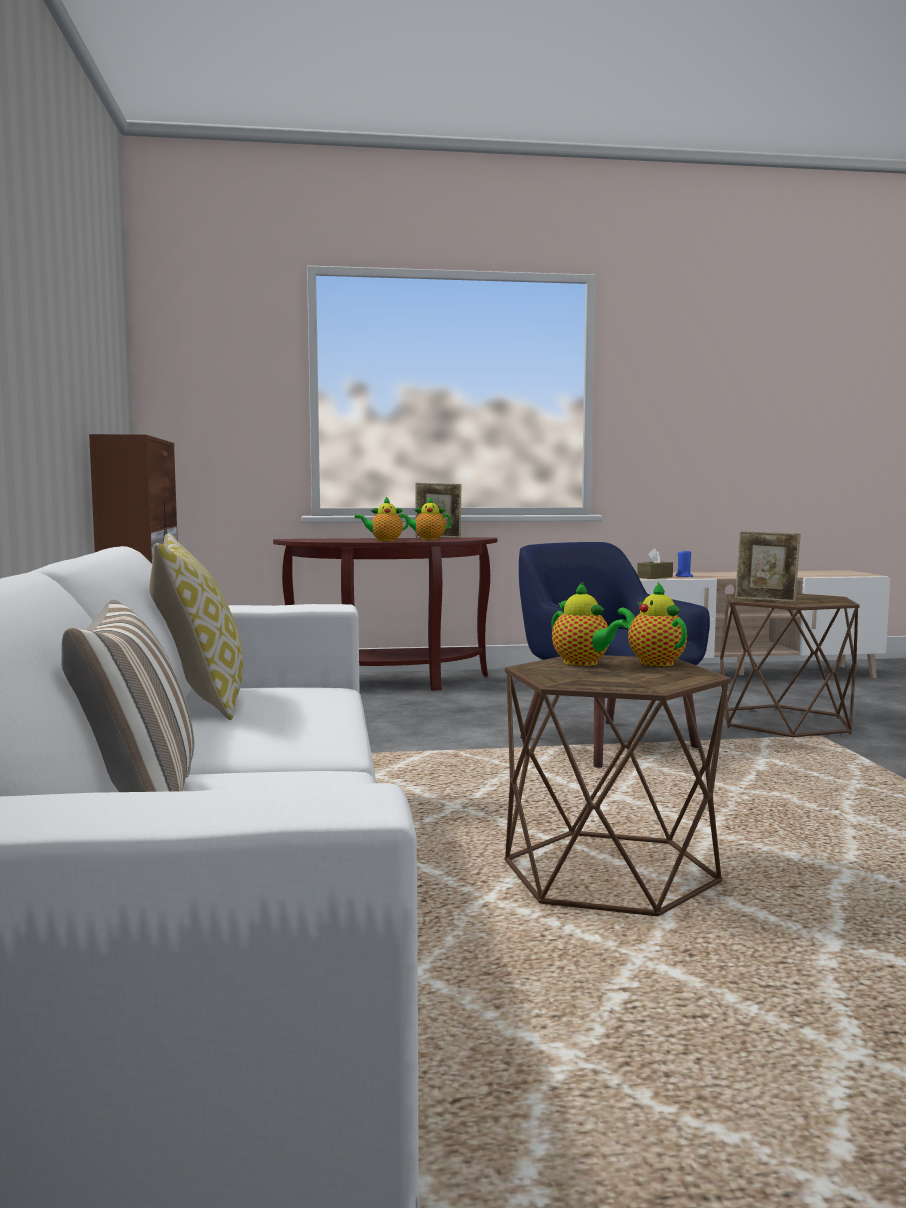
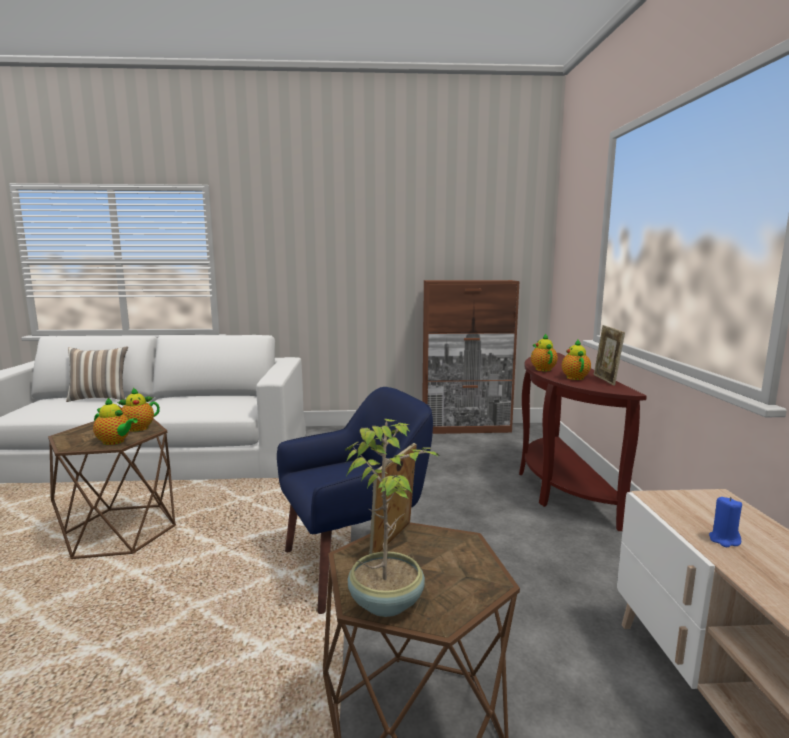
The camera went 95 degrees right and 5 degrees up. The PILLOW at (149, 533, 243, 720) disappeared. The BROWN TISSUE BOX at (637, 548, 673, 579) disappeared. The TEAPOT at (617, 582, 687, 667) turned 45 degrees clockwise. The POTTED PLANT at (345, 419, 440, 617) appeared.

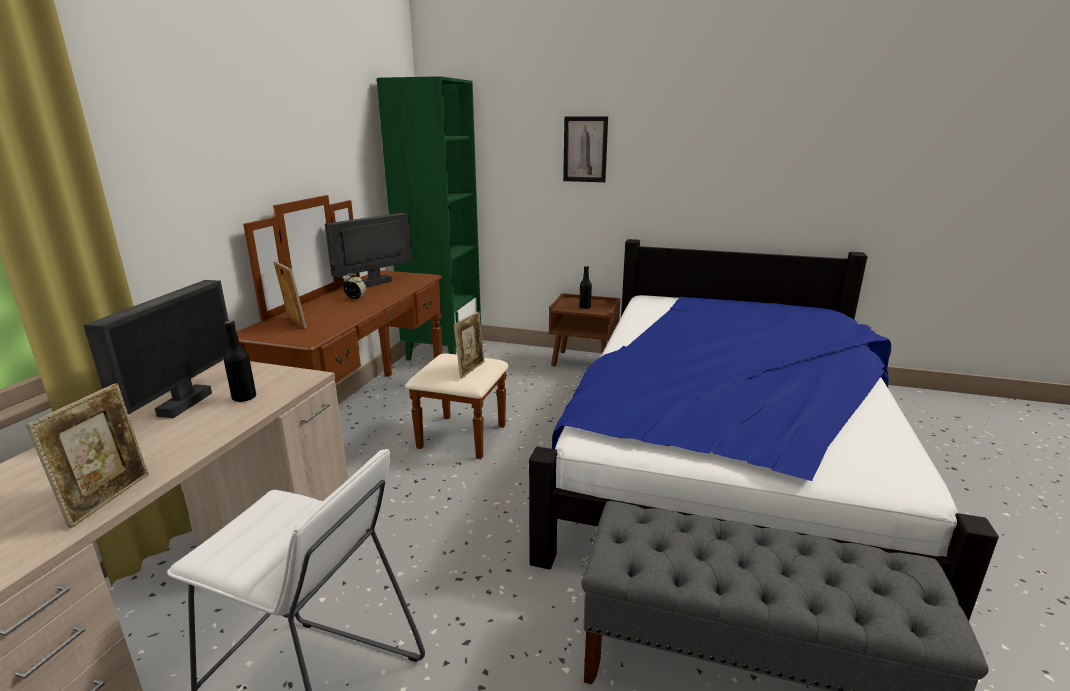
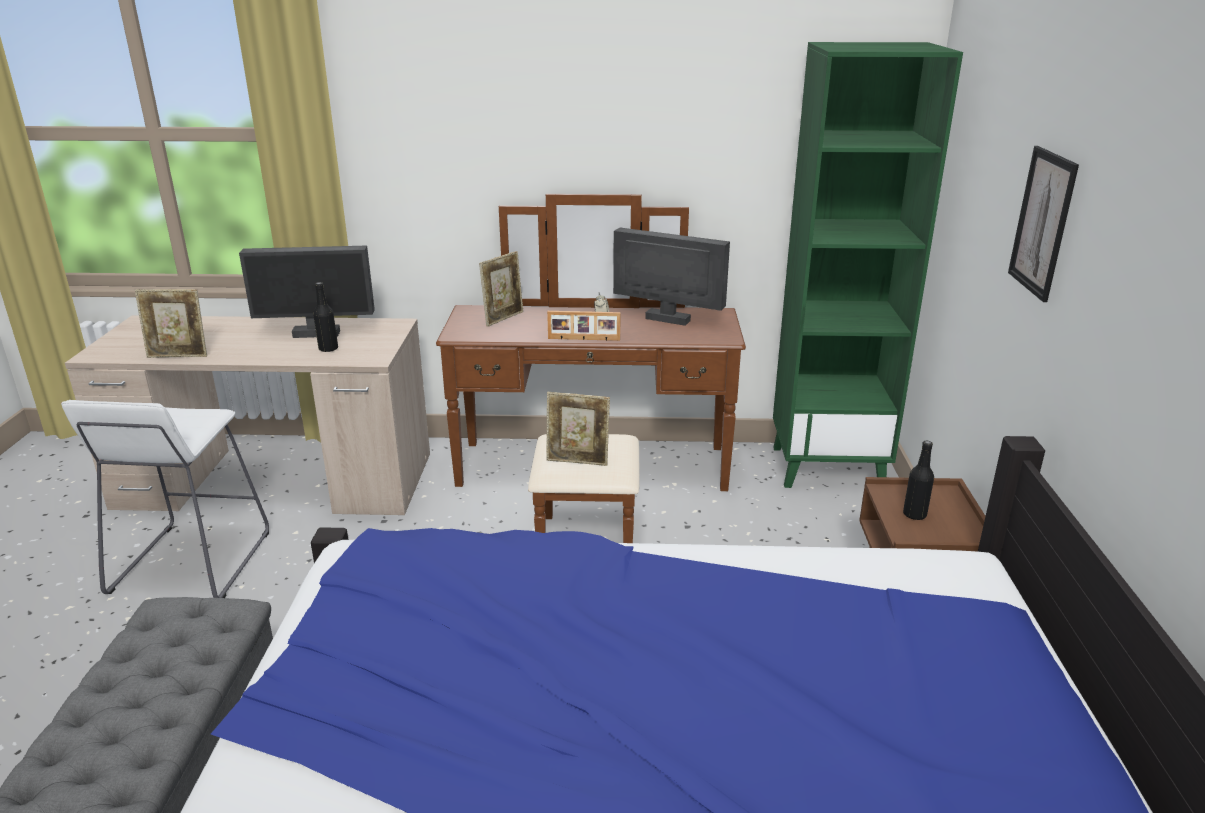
The camera went 75 degrees right and 5 degrees up. The PICTURE FRAME at (547, 311, 621, 341) appeared.

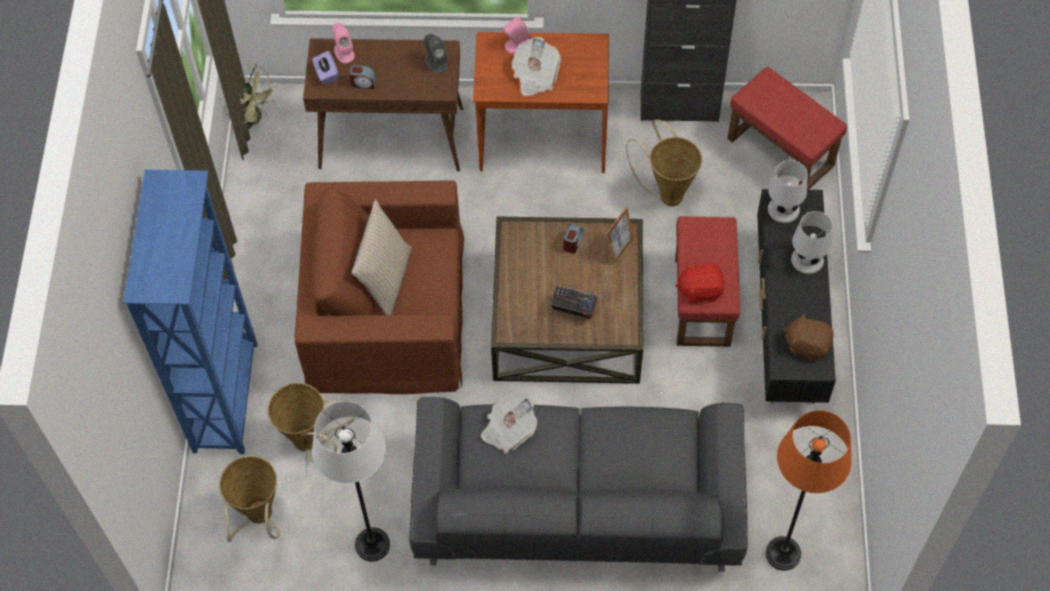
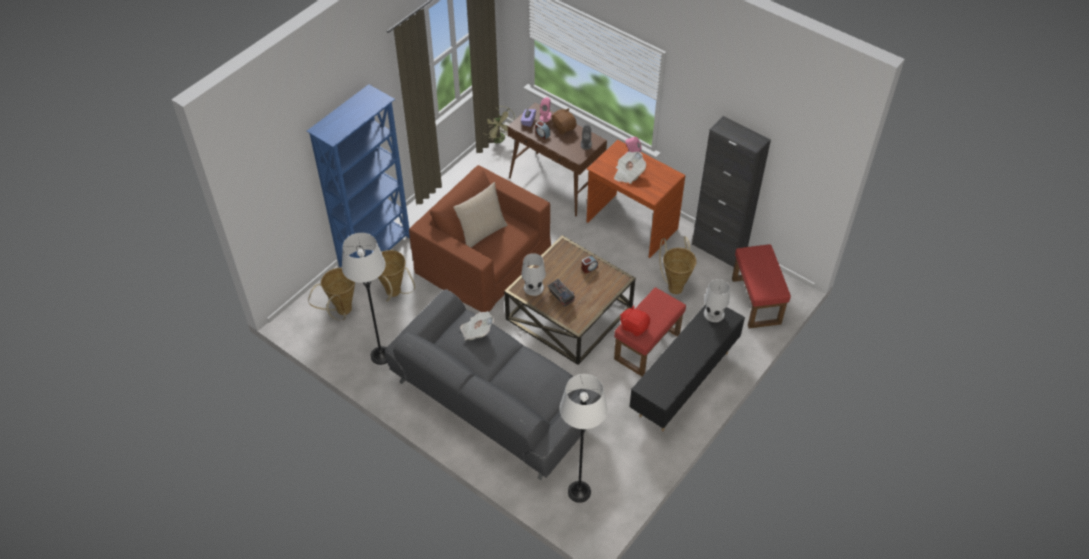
The camera went 35 degrees right and 10 degrees down. The PICTURE FRAME at (606, 207, 634, 264) disappeared. The WHITE TABLE LAMP moved from (791, 211, 833, 274) to (521, 253, 546, 296). The BROWN PLUSH TOY moved from (783, 313, 834, 361) to (551, 108, 577, 134). The ORANGE FLOOR LAMP at (766, 410, 852, 571) became the WHITE FLOOR LAMP at (559, 374, 608, 503).

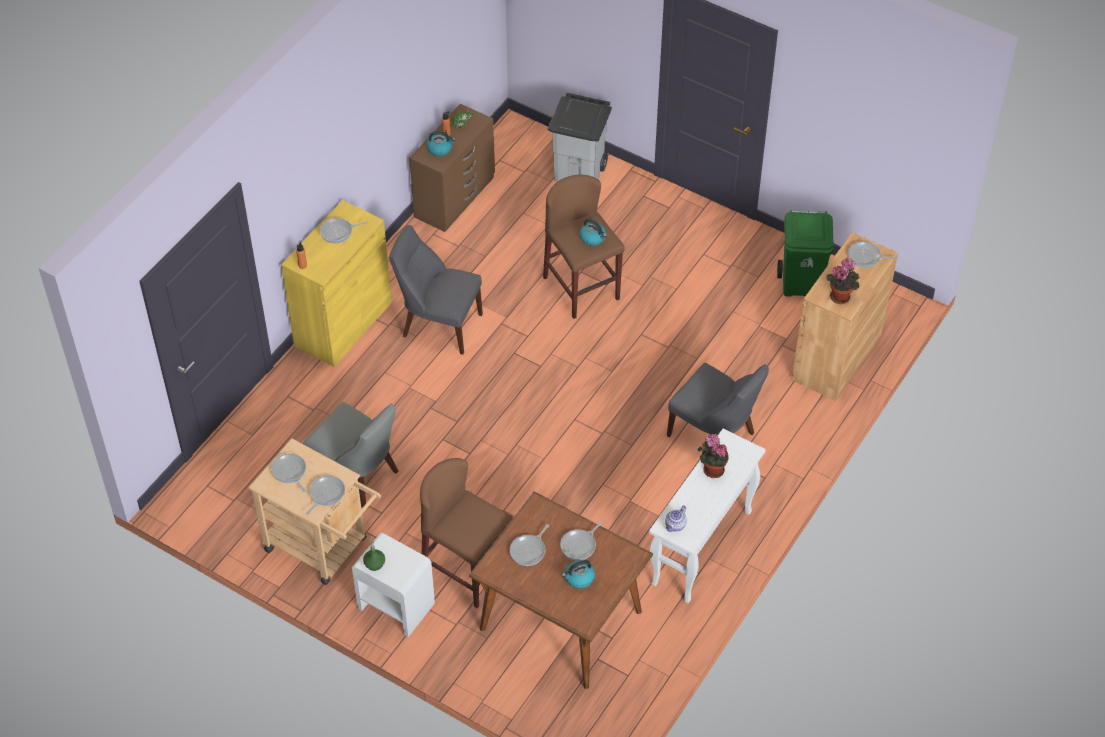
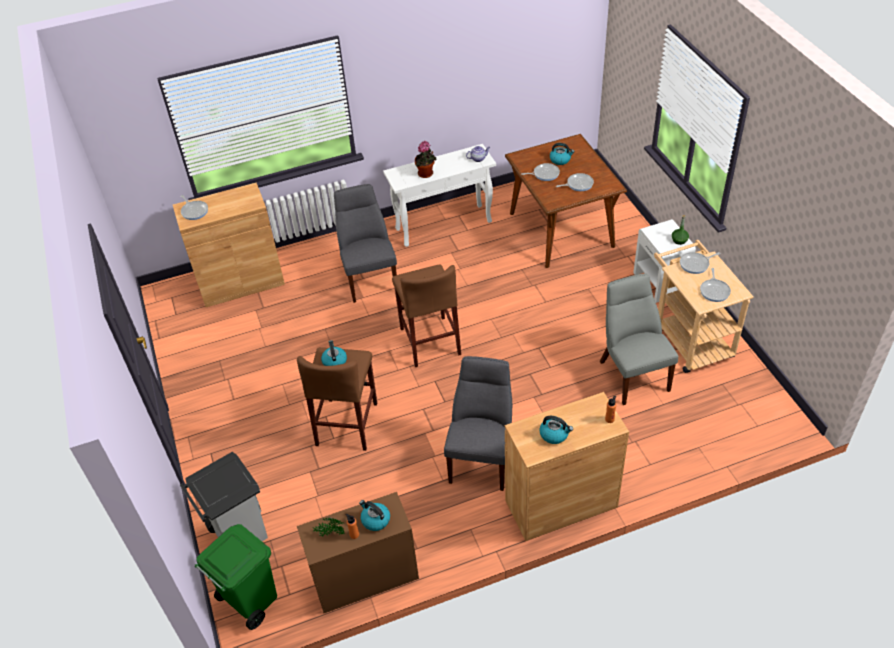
The camera went 140 degrees left and 5 degrees down. The YELLOW CABINET at (281, 200, 392, 367) became the BROWN CABINET at (505, 392, 629, 541). The GREEN TRASH CAN moved from (777, 210, 834, 297) to (194, 524, 277, 630). The FRYING PAN at (320, 218, 368, 243) was replaced by the KETTLE at (540, 416, 573, 444). The GREY CHAIR at (389, 225, 483, 355) turned 135 degrees counterclockwise. The POTTED PLANT at (826, 258, 859, 304) disappeared. The BROWN STOOL moved from (420, 458, 513, 608) to (392, 264, 461, 367).

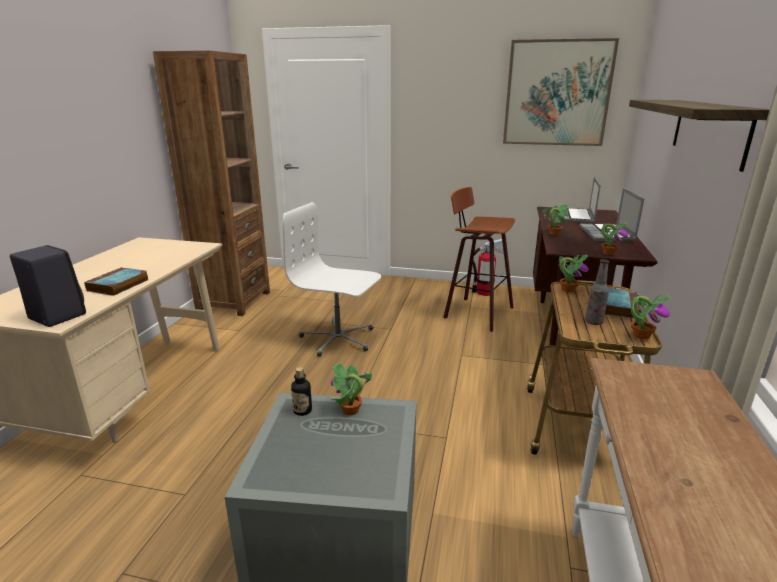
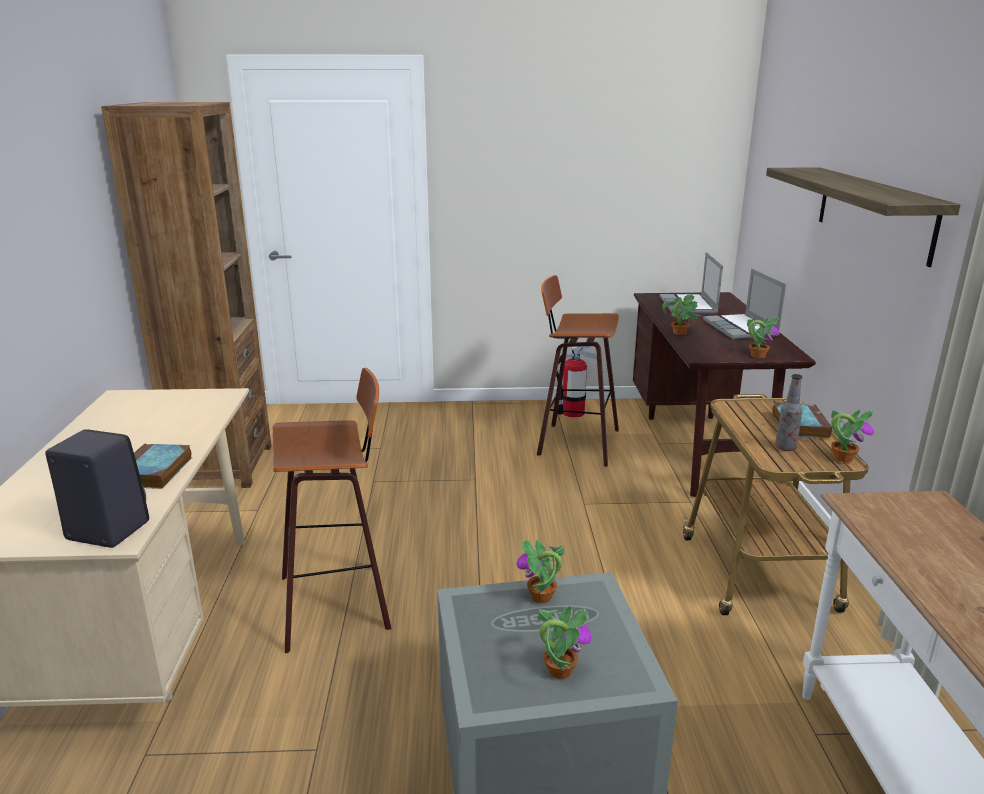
The camera went 15 degrees left and 0 degrees up. The PICTURE at (503, 38, 619, 146) disappeared. The WHITE OFFICE CHAIR at (283, 202, 381, 357) disappeared. The POTTED PLANT moved from (559, 254, 589, 292) to (538, 605, 592, 679). The BOTTLE at (291, 367, 312, 416) disappeared. The STOOL at (272, 368, 392, 653) appeared.

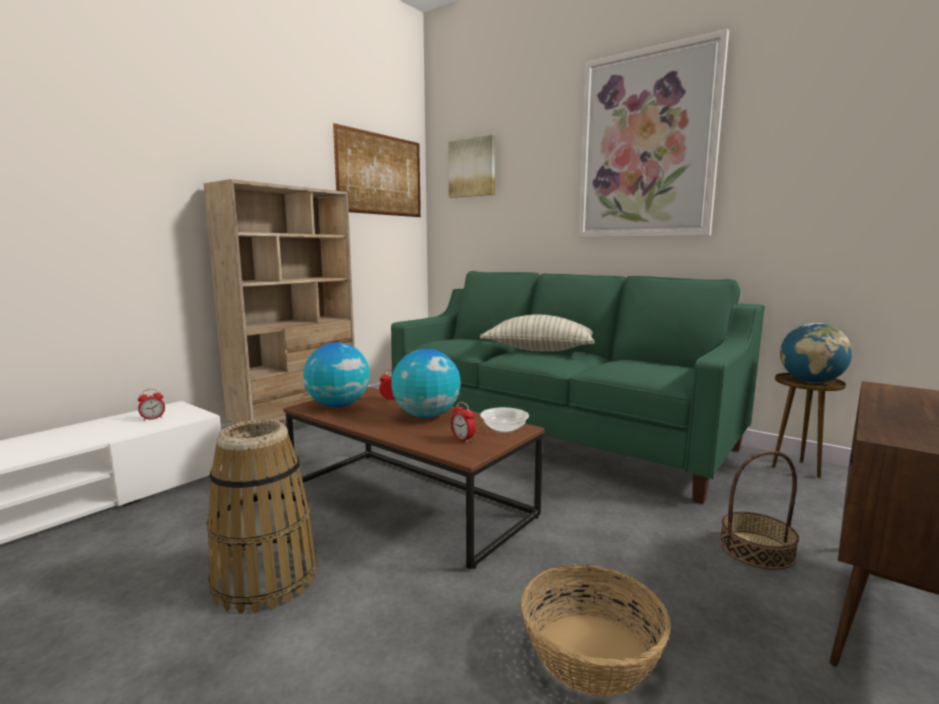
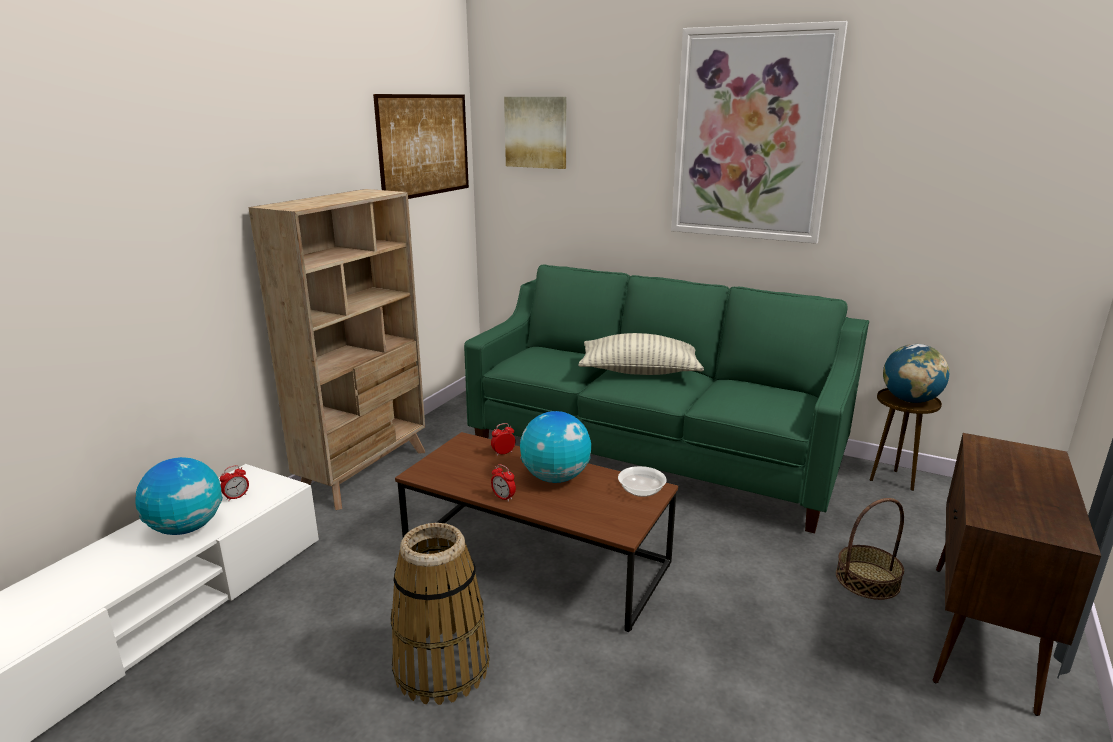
The camera went 10 degrees left and 10 degrees up. The GLOBE moved from (304, 342, 370, 407) to (135, 457, 223, 535). The ALARM CLOCK moved from (451, 402, 475, 443) to (491, 464, 516, 502). The BASKET at (521, 564, 671, 697) disappeared.

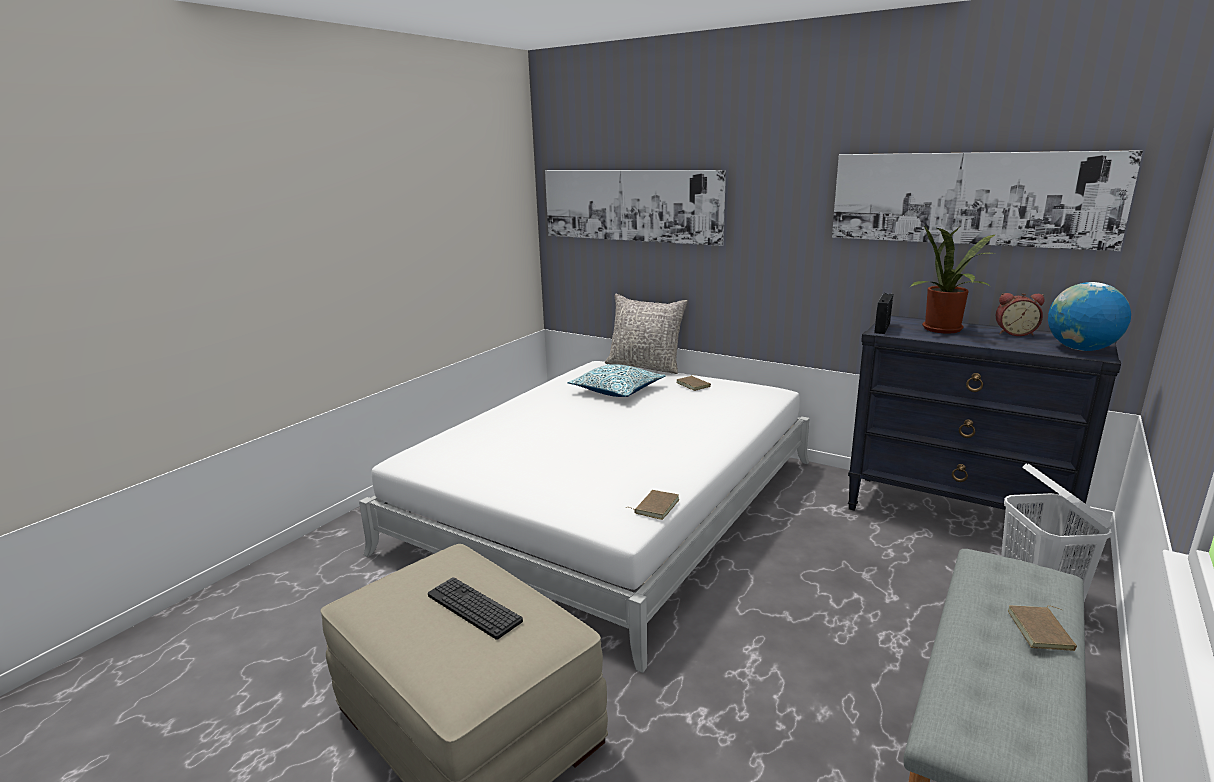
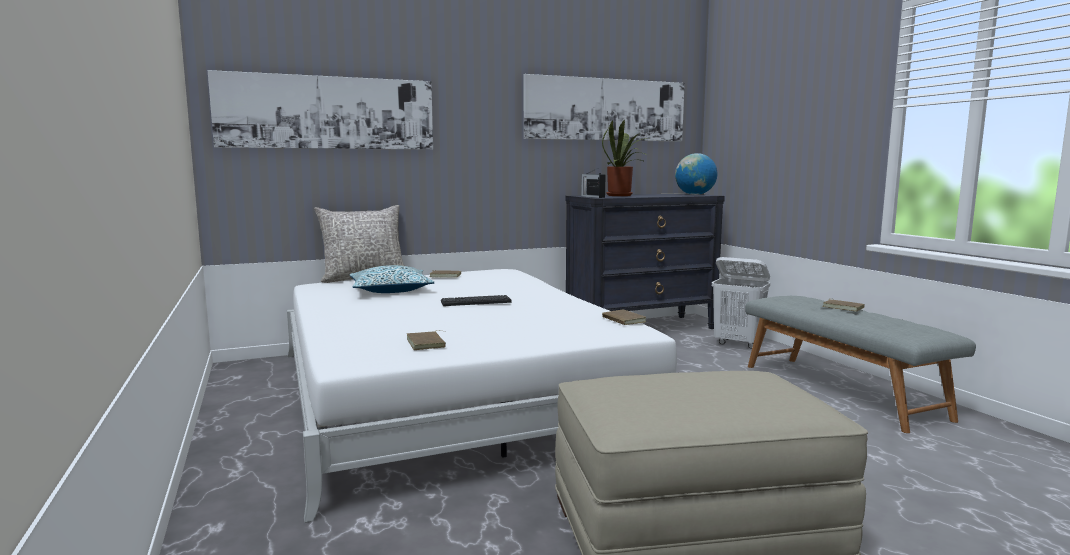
The camera went 55 degrees left and 10 degrees down. The ALARM CLOCK at (996, 293, 1045, 336) disappeared. The KEYBOARD moved from (428, 577, 523, 640) to (441, 295, 512, 306). The BROWN BOOK at (407, 330, 446, 350) appeared.

